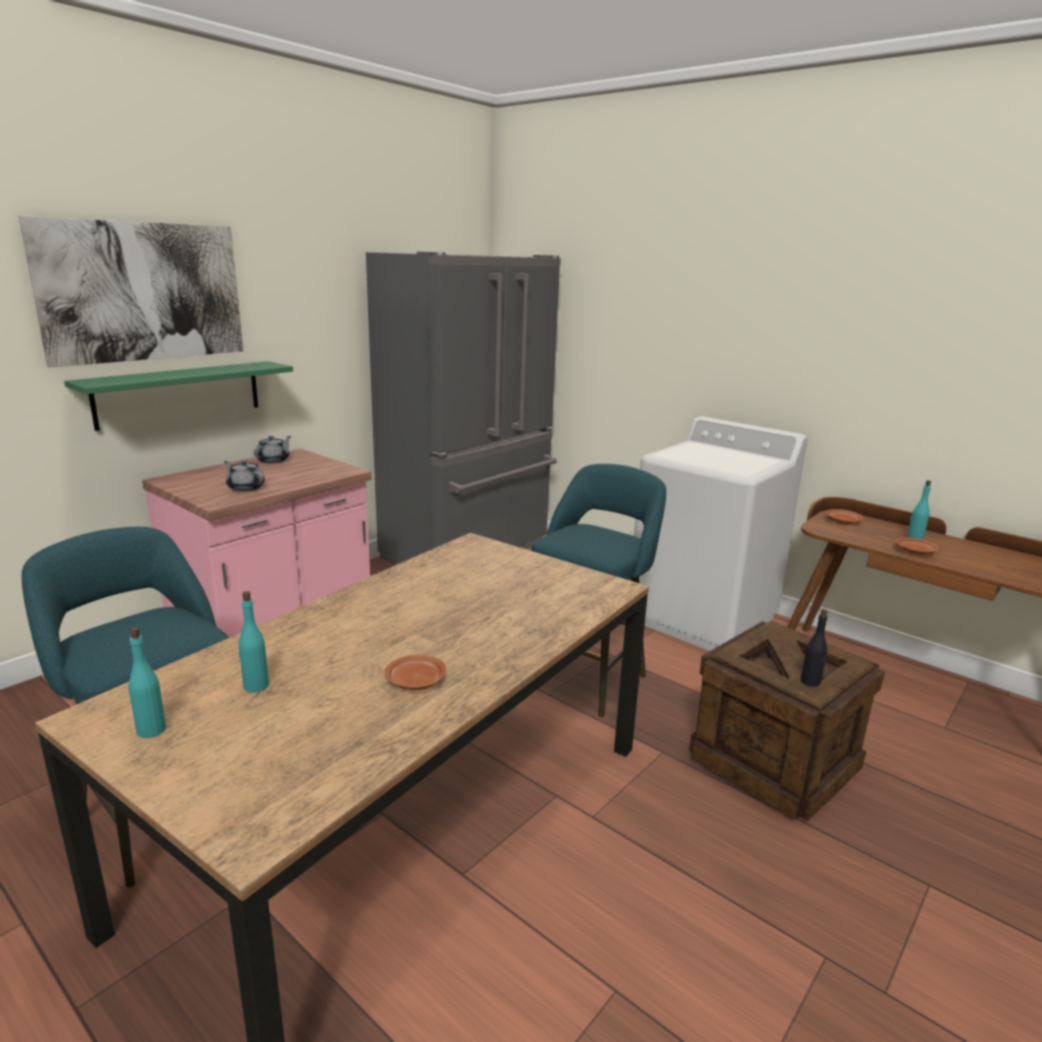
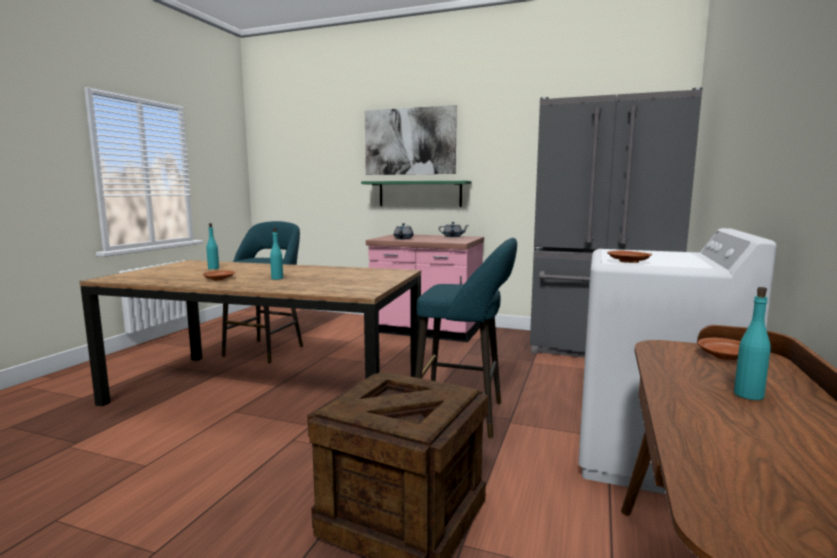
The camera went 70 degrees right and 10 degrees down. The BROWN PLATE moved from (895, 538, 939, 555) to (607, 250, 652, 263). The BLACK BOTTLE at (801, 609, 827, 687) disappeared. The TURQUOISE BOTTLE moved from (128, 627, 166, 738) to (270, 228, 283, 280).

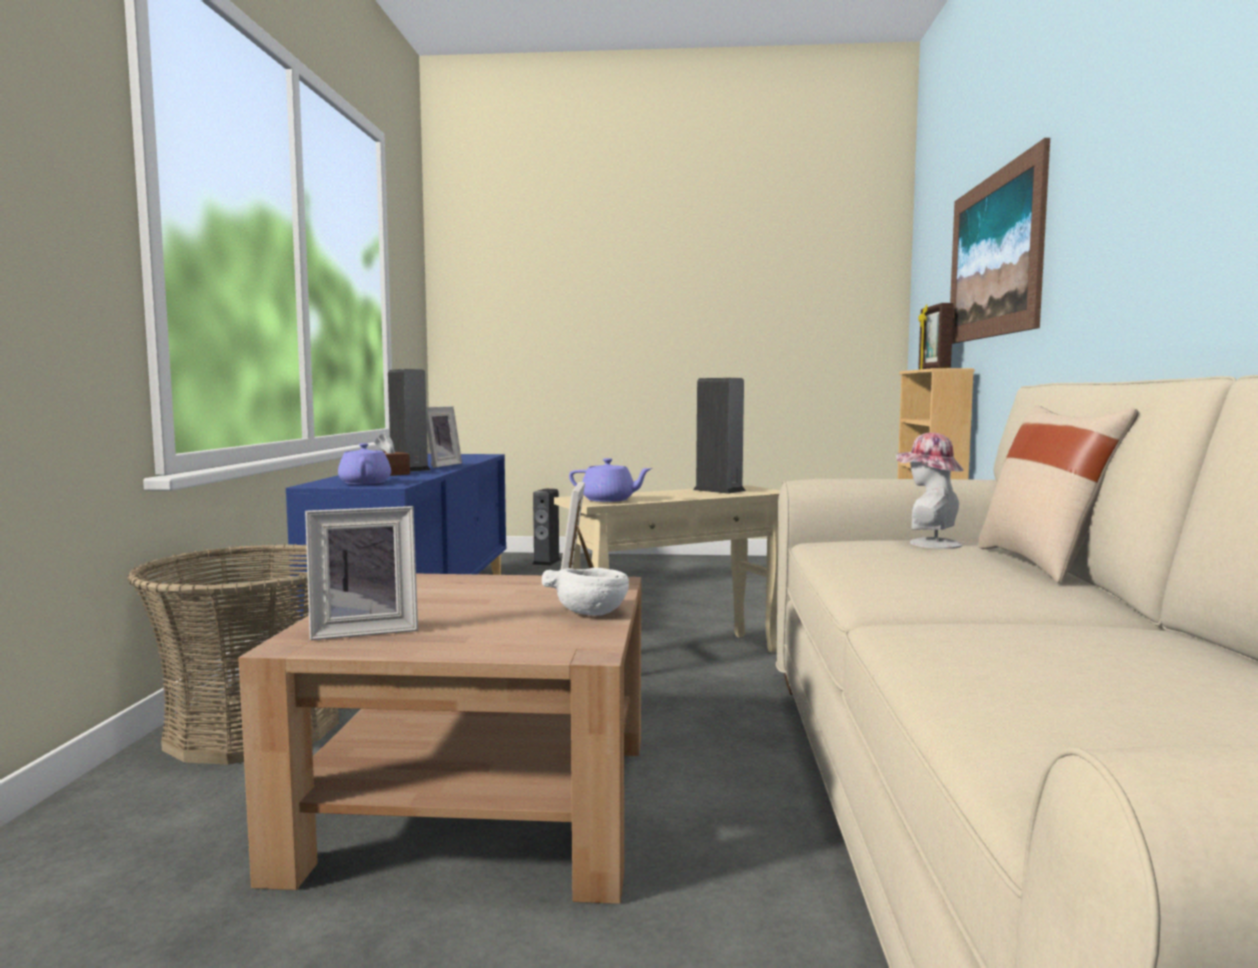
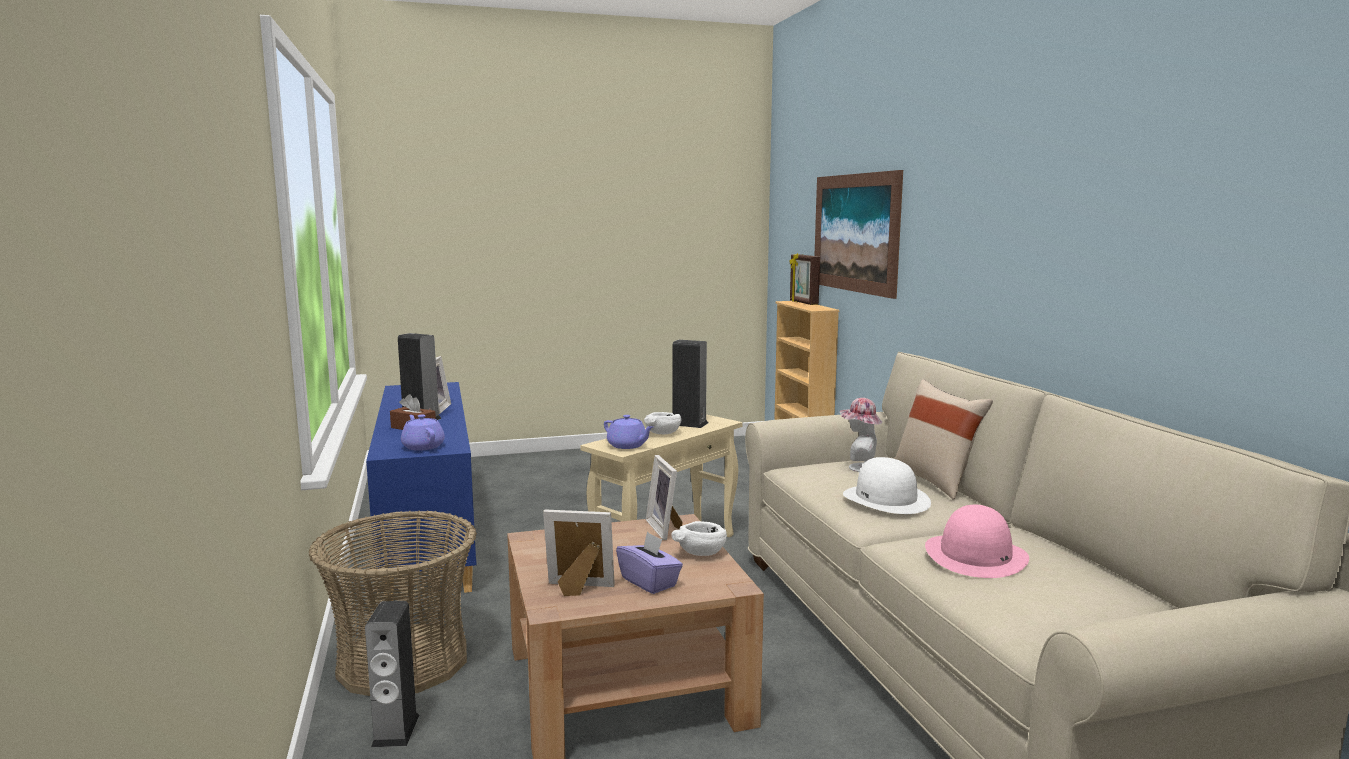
The camera went 20 degrees left and 5 degrees up. The PURPLE TEAPOT at (569, 458, 653, 502) turned 45 degrees clockwise. The SPEAKER moved from (532, 489, 561, 566) to (365, 601, 419, 747). The PICTURE FRAME at (305, 506, 418, 640) turned 135 degrees counterclockwise. The WHITE BOWL at (644, 412, 681, 434) appeared. The WHITE HAT at (843, 457, 931, 514) appeared. The PINK HAT at (925, 505, 1029, 578) appeared. The PURPLE TISSUE BOX at (616, 532, 683, 594) appeared.

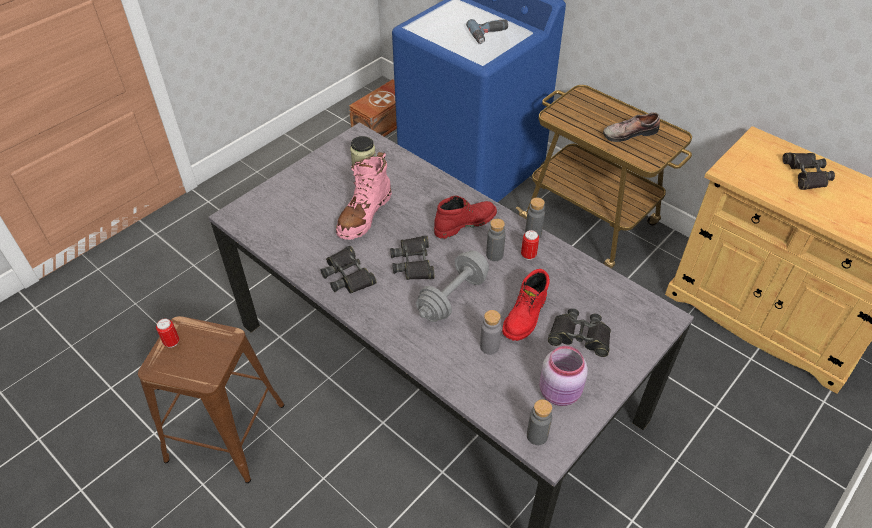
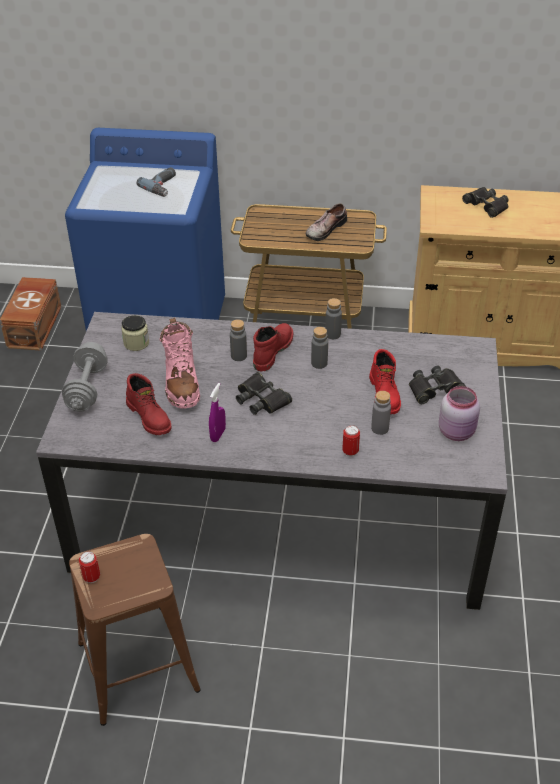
The camera went 35 degrees left and 5 degrees down. The CAN moved from (521, 230, 539, 260) to (342, 425, 360, 456). The BLACK BINOCULARS at (320, 246, 377, 294) was replaced by the PURPLE SPRAY BOTTLE at (209, 383, 226, 442). The GREY DUMBBELL moved from (416, 251, 489, 322) to (62, 342, 108, 412). The GREY BOTTLE moved from (527, 399, 552, 445) to (230, 319, 247, 361). The RED BOOT at (126, 373, 171, 435) appeared.

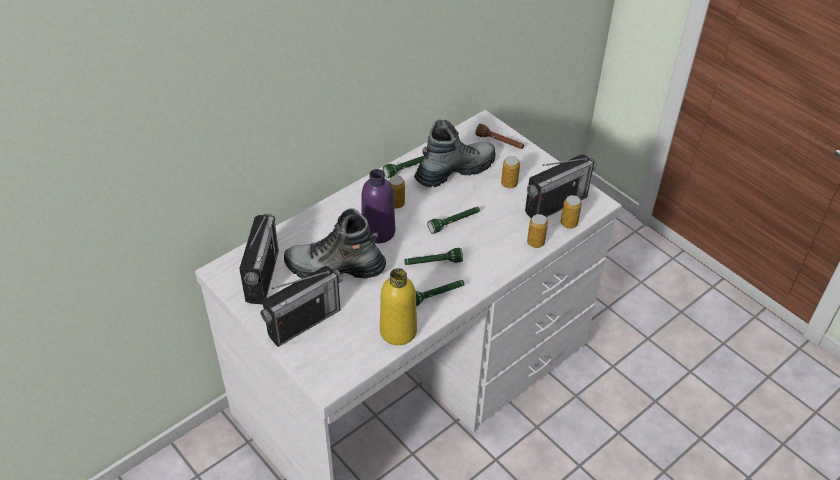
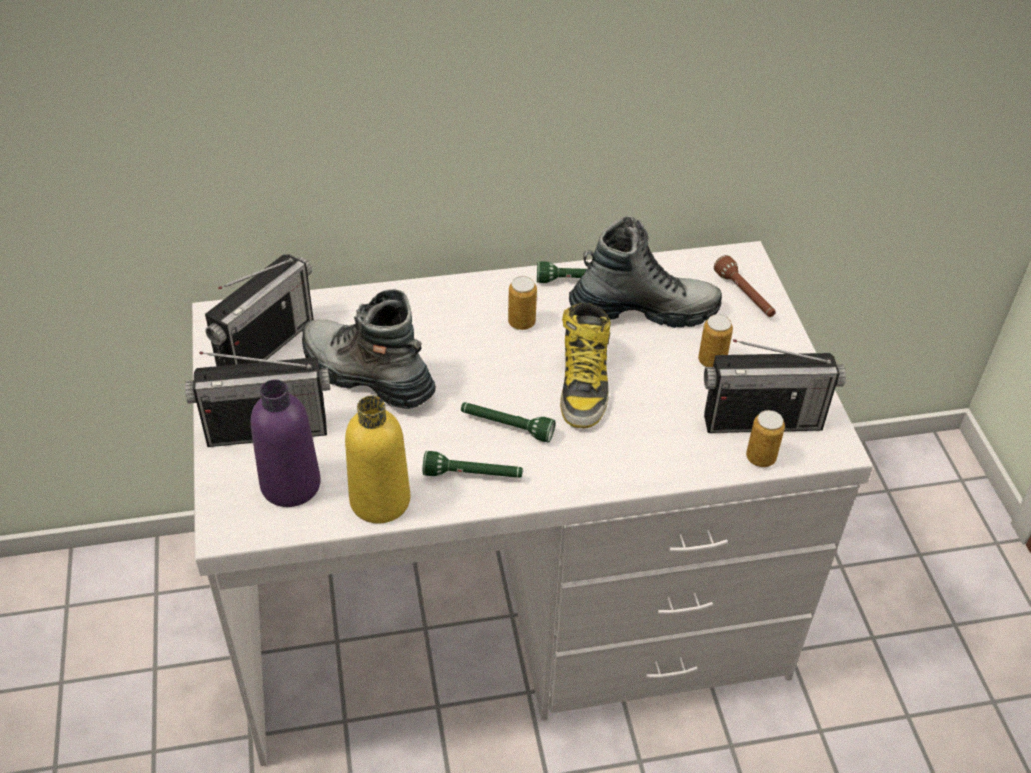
The camera went 30 degrees right and 0 degrees up. The PURPLE BOTTLE moved from (361, 169, 395, 243) to (251, 379, 321, 507). The GREEN FLASHLIGHT at (427, 207, 480, 234) was replaced by the BOOT at (560, 303, 611, 428). The CAN at (527, 214, 548, 248) disappeared.

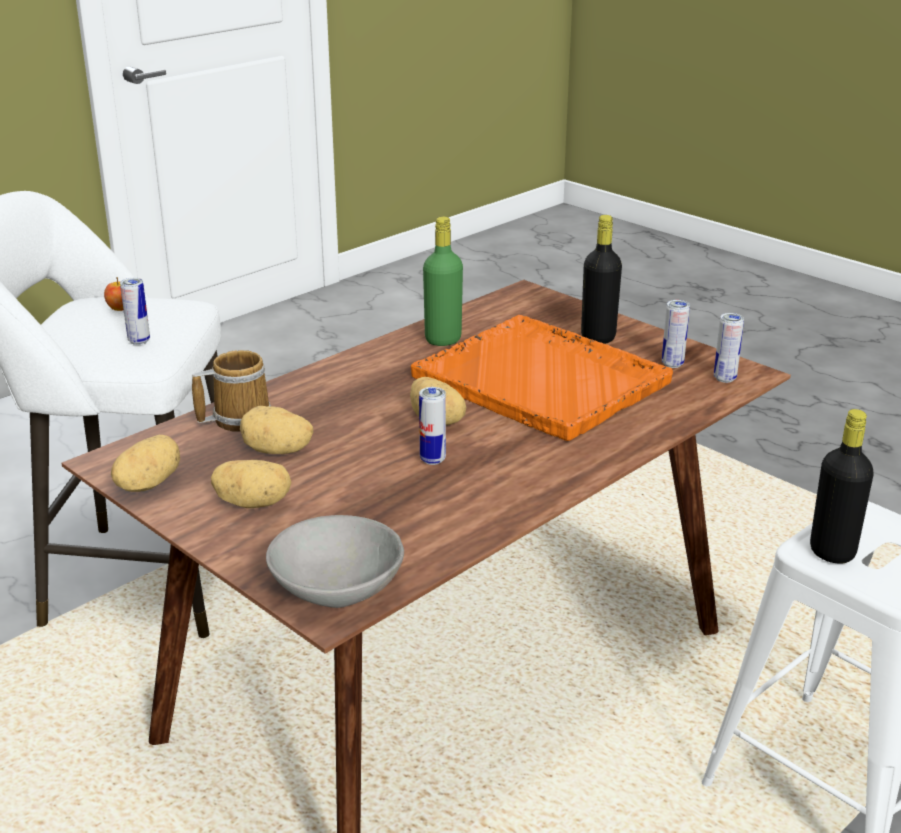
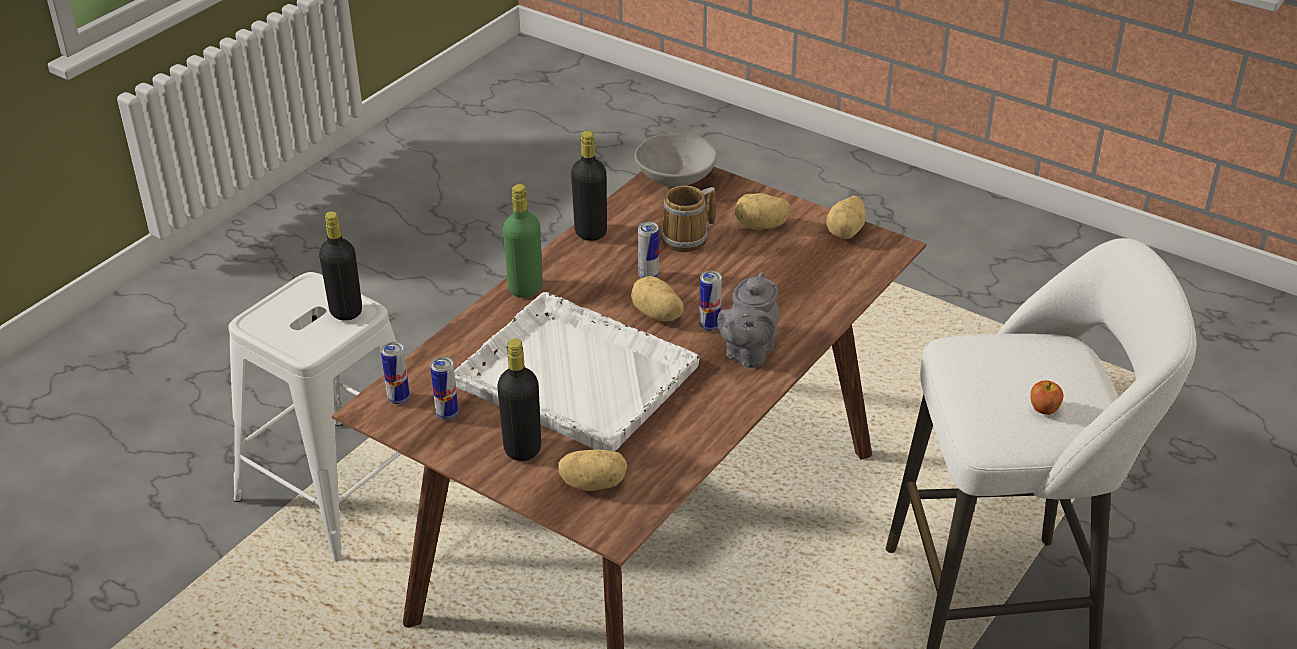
The camera went 170 degrees right and 10 degrees up. The GREEN BOTTLE moved from (423, 217, 463, 346) to (503, 184, 543, 298). The CAN moved from (120, 278, 150, 345) to (699, 271, 722, 331). The ORANGE TRAY at (411, 315, 673, 441) became the WHITE TRAY at (454, 292, 700, 451). The MUG moved from (192, 350, 271, 432) to (661, 186, 716, 252). The POTATO moved from (240, 406, 313, 454) to (558, 449, 627, 491). The BLACK BOTTLE at (571, 131, 607, 241) appeared. The GREY TEAPOT at (717, 272, 779, 368) appeared.

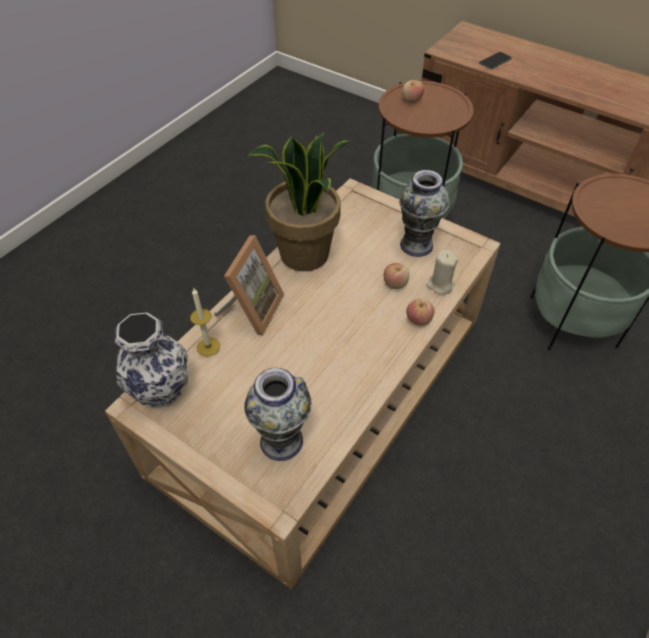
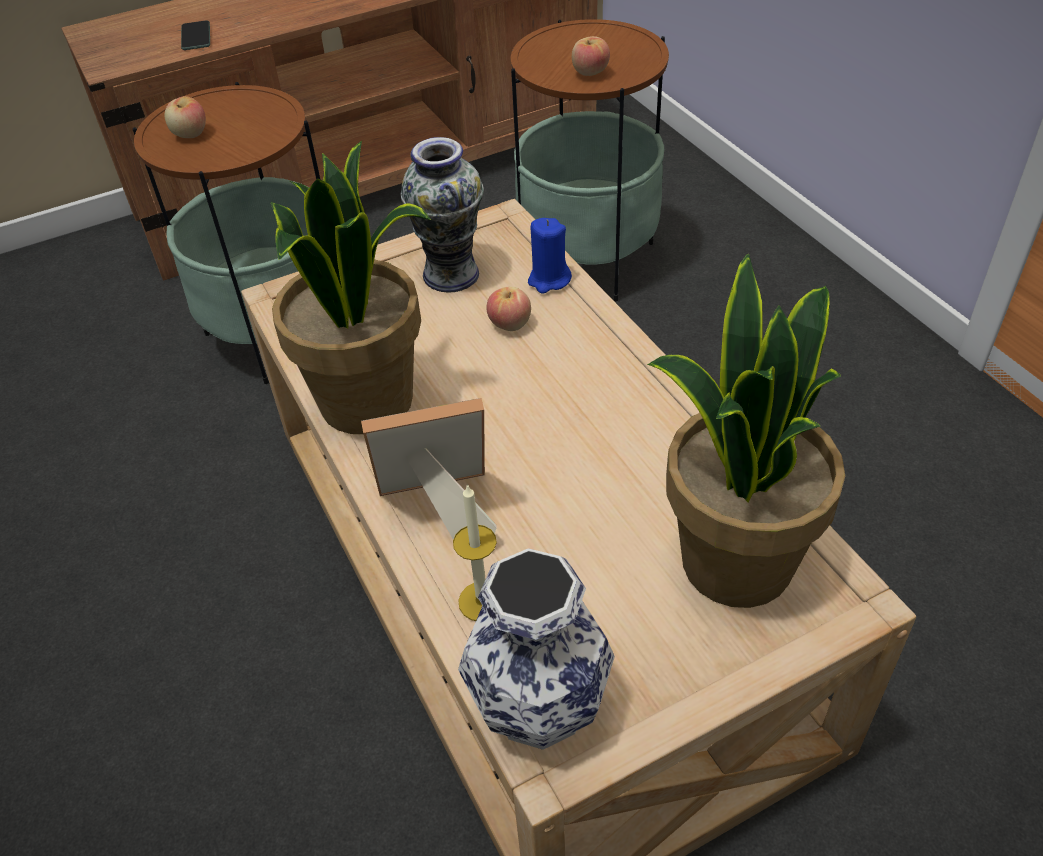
The camera went 60 degrees left and 5 degrees down. The PICTURE FRAME at (215, 235, 284, 335) turned 60 degrees counterclockwise. The BEIGE CANDLE at (427, 250, 458, 294) became the BLUE CANDLE at (528, 218, 572, 294). The APPLE moved from (406, 298, 434, 326) to (572, 36, 610, 76). The VASE at (244, 368, 311, 461) was replaced by the POTTED PLANT at (647, 254, 845, 608).

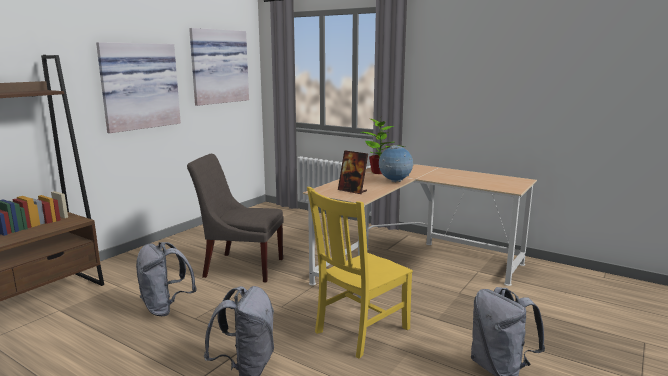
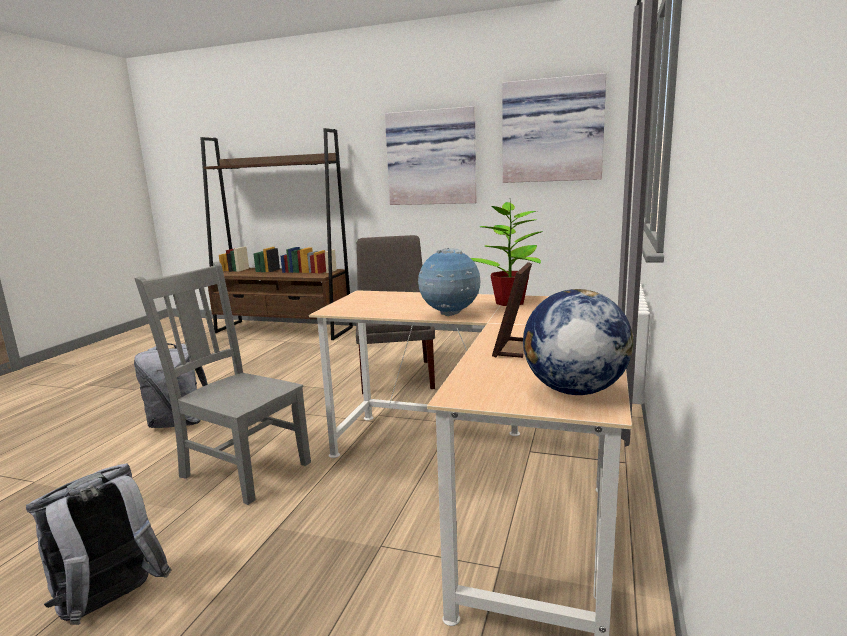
The camera went 75 degrees right and 0 degrees up. The PICTURE FRAME moved from (338, 150, 368, 194) to (492, 262, 532, 358). The YELLOW CHAIR at (307, 187, 413, 359) became the GREY CHAIR at (134, 262, 311, 505). The GREY BACKPACK at (136, 242, 197, 316) disappeared. The GLOBE at (523, 289, 634, 395) appeared.

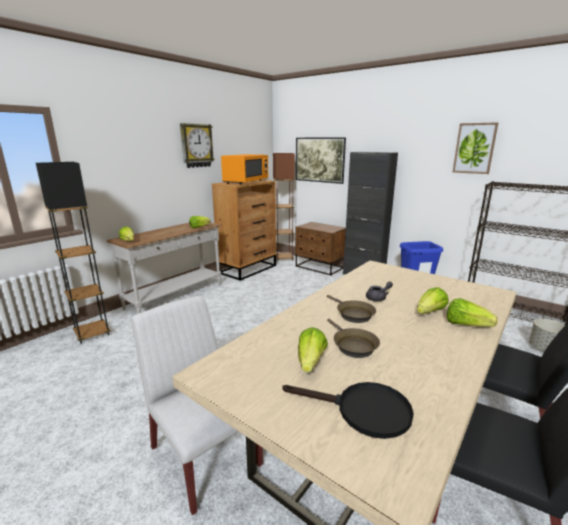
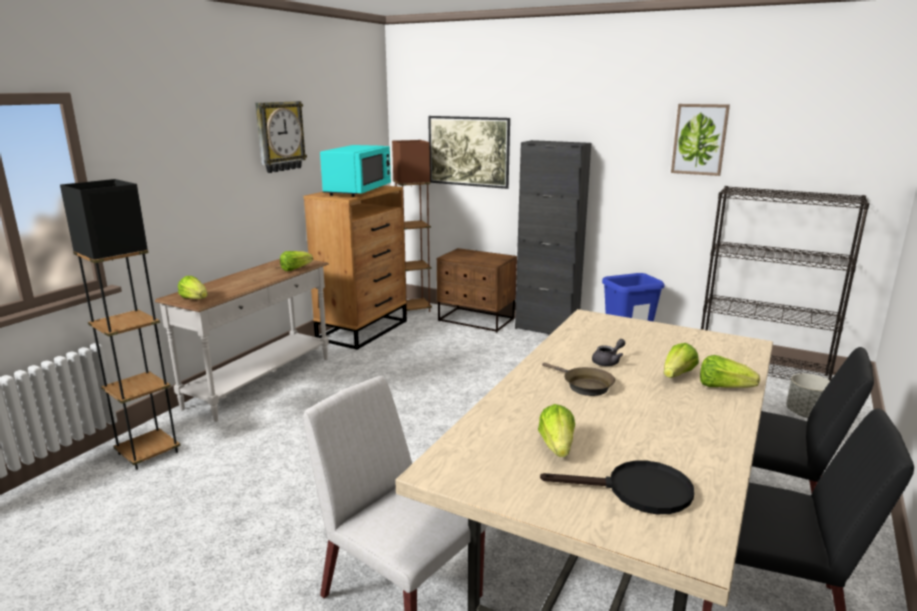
The camera went 10 degrees left and 0 degrees up. The ORANGE MICROWAVE at (221, 154, 268, 185) became the TURQUOISE MICROWAVE at (320, 145, 391, 197). The BROWN FRYING PAN at (327, 319, 380, 358) disappeared.

